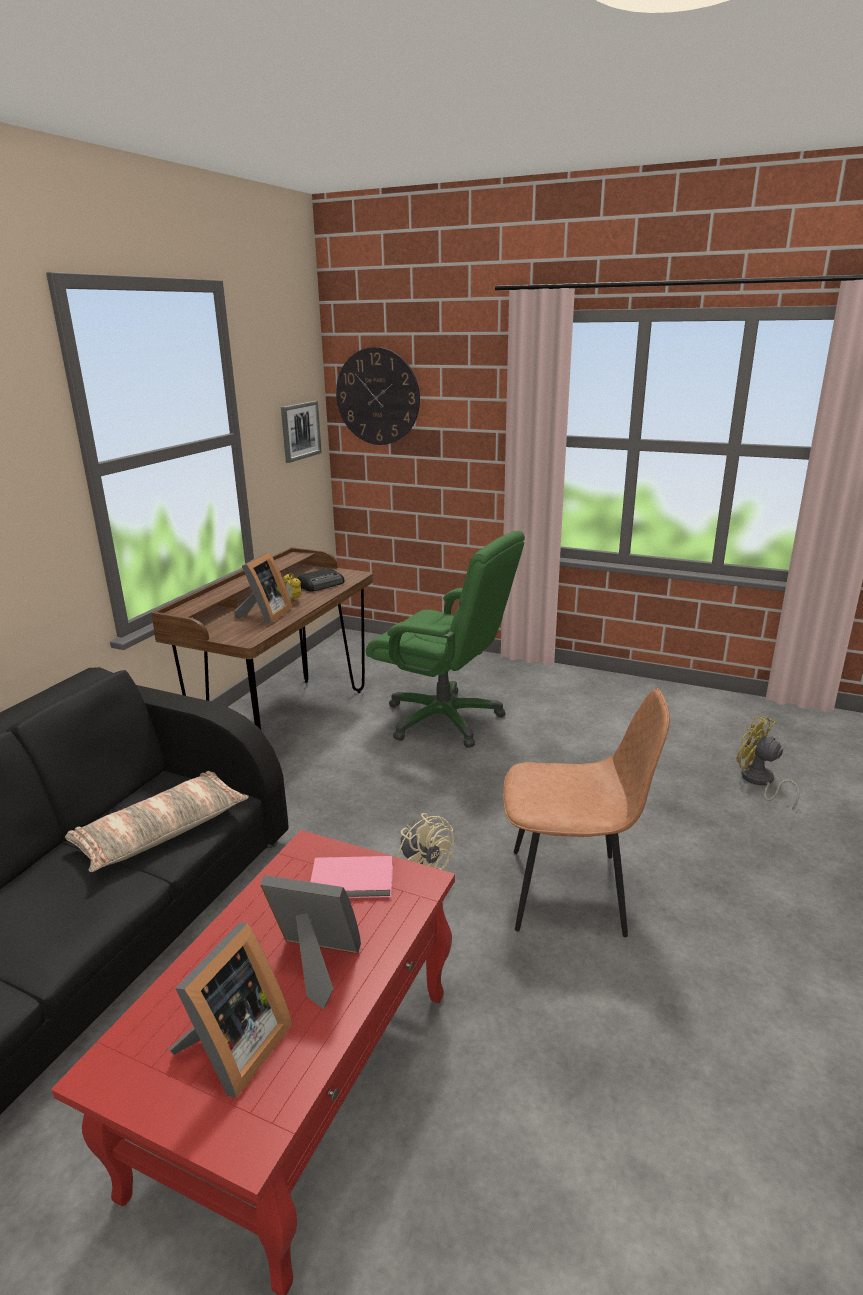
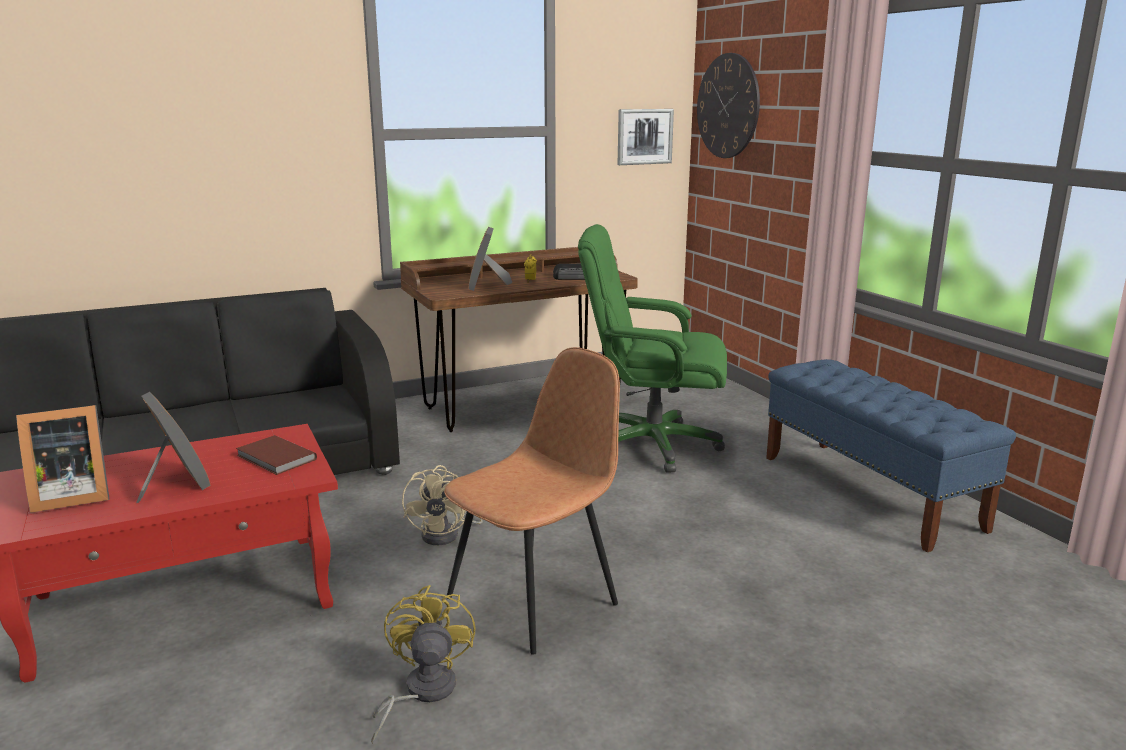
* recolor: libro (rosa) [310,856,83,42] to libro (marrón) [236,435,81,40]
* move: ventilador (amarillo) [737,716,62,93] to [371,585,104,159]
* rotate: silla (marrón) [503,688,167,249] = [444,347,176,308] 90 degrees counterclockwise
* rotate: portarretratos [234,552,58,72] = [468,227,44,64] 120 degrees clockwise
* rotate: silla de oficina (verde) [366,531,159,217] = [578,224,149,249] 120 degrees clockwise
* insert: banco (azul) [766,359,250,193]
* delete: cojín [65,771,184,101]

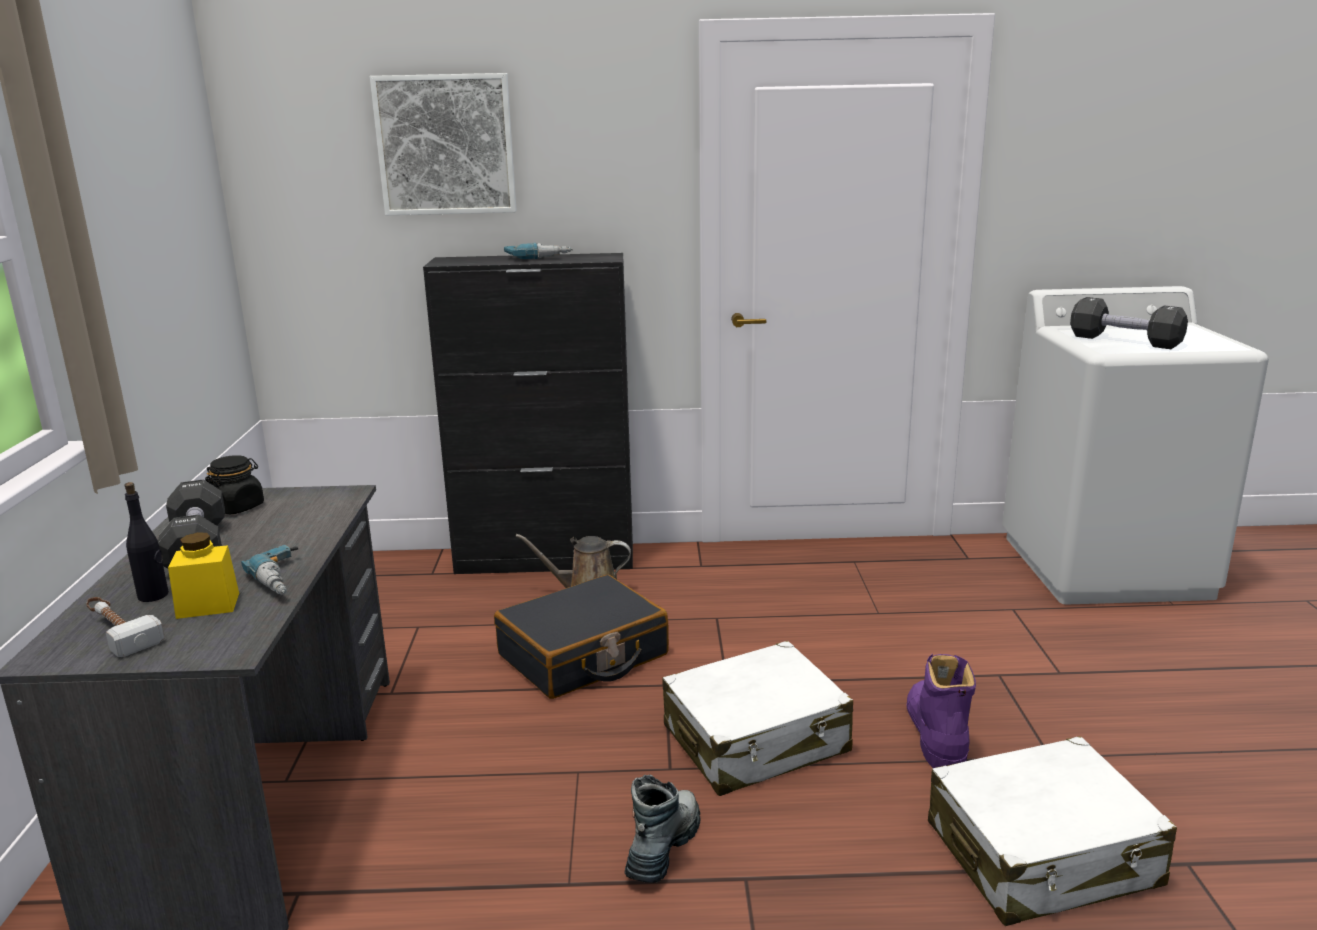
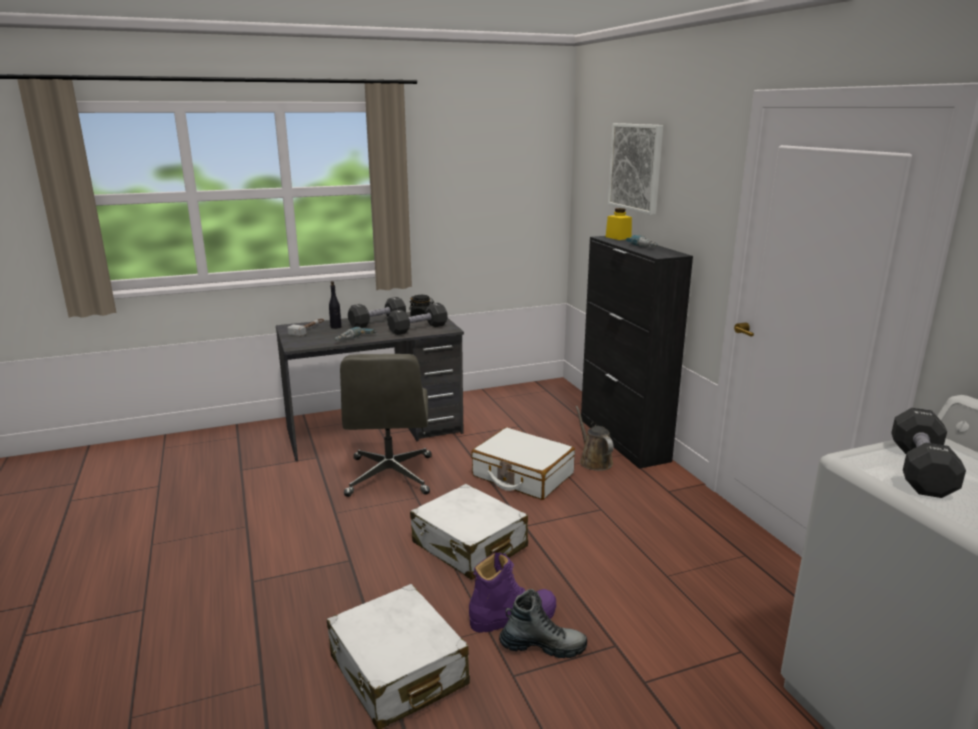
* insert: silla de oficina (gris) [340,354,92,143]
* insert: mancuerna (negro) [388,303,59,32]
* recolor: maleta (negro) [494,575,175,124] to maleta (blanco) [471,427,104,73]
* move: bota [624,775,76,108] to [499,589,88,69]
* move: tarro (amarillo) [168,532,71,87] to [606,208,26,32]

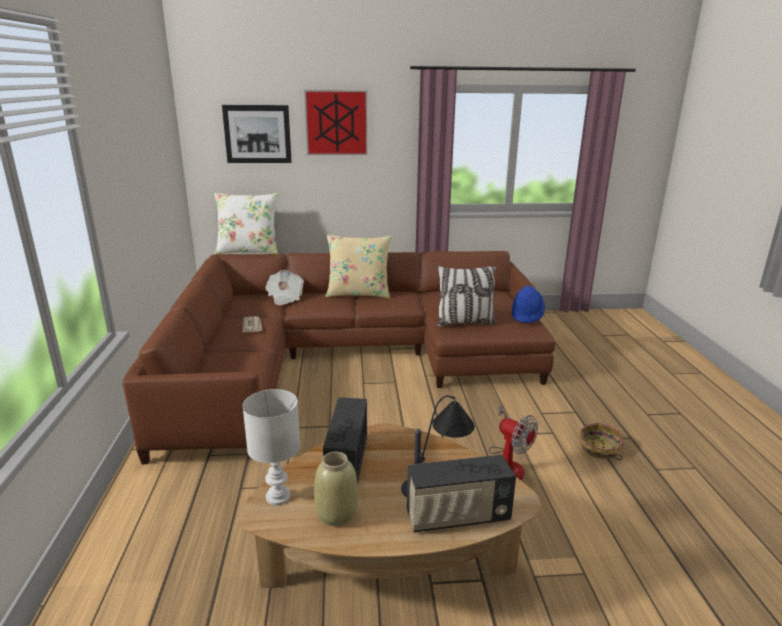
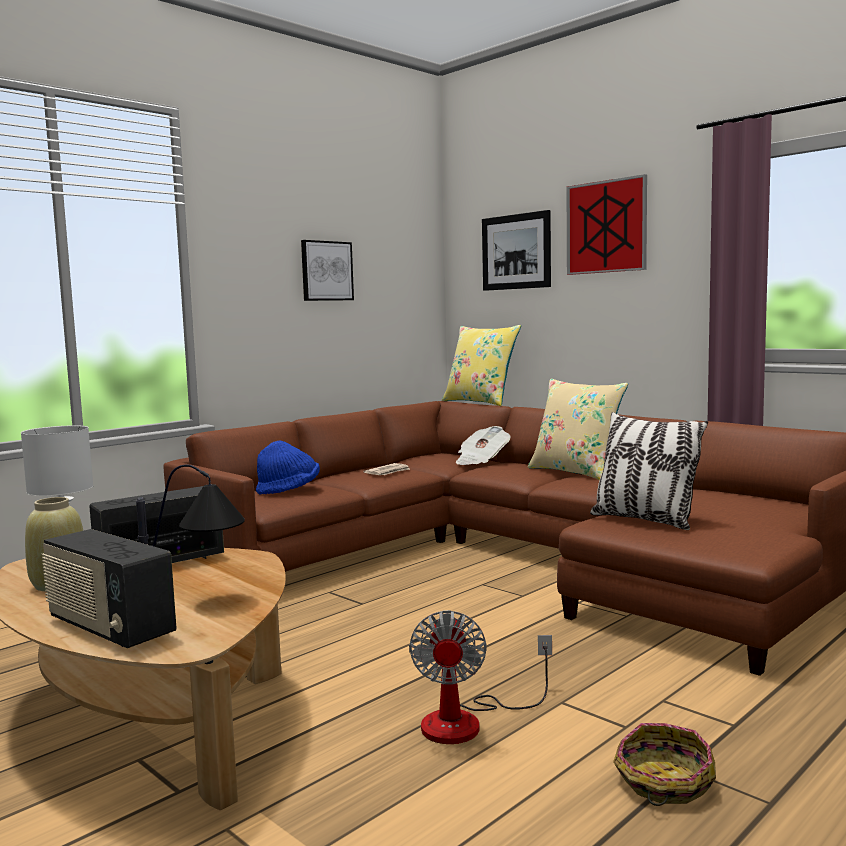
* move: sombrero (azul) [512,286,33,38] to [256,441,64,54]
* insert: cuadro [301,240,53,61]
* recolor: cojín (blanco) [214,192,64,63] to cojín (amarillo) [442,325,79,81]

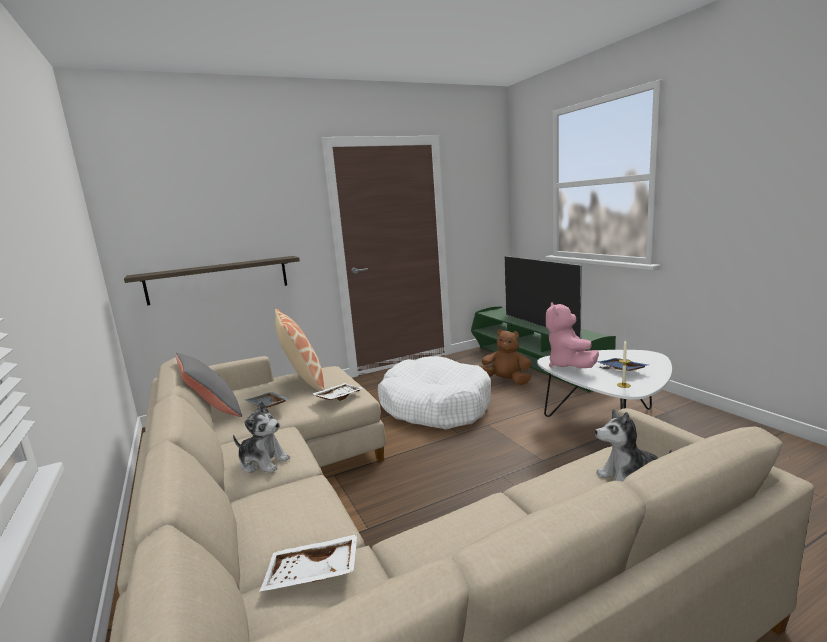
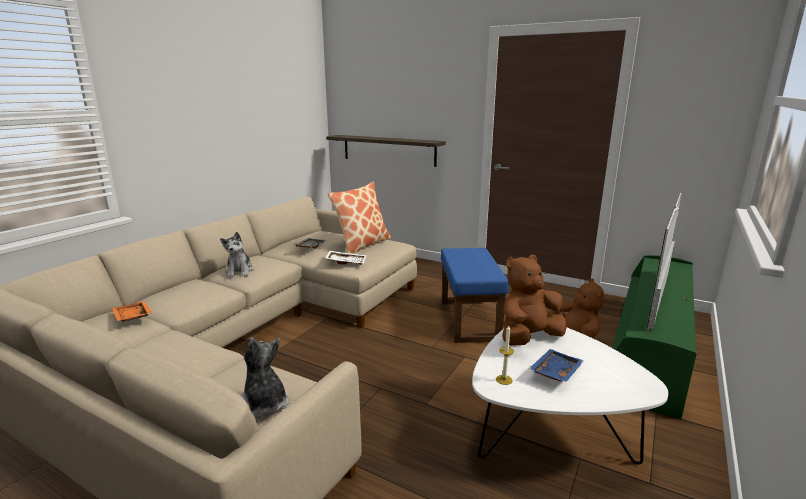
* recolor: bandeja (blanco) [259,534,99,58] to bandeja (naranja) [112,301,40,21]
* replace: cama para perro (blanco) [378,356,113,73] to puf (azul) [441,248,68,95]
* recolor: peluche (rosa) [546,302,53,66] to peluche (marrón) [502,254,64,92]
* delete: cojín (gris) [175,353,67,64]

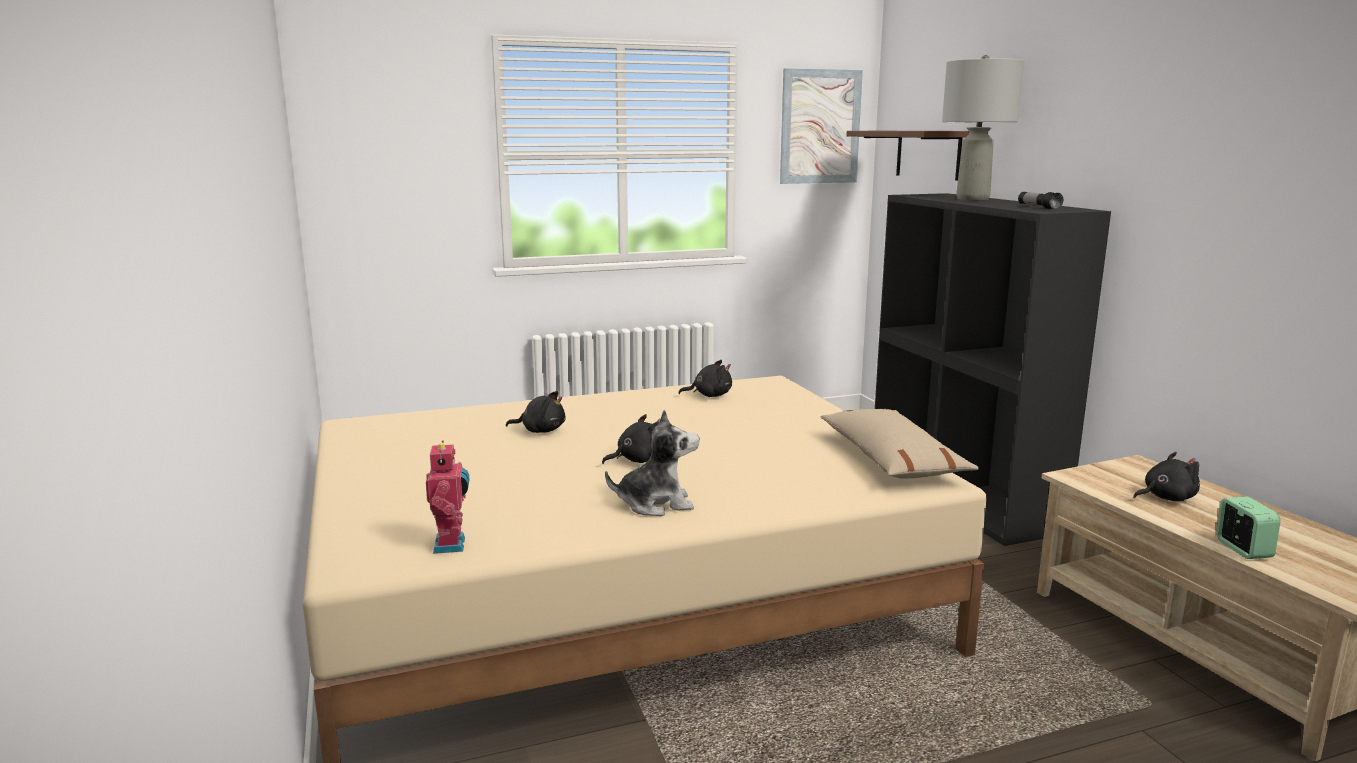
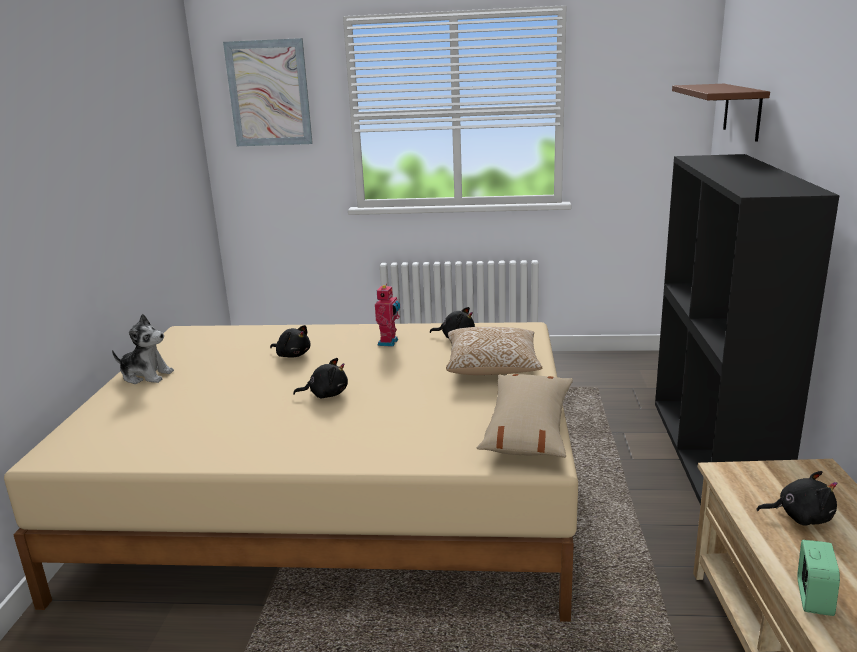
* move: peluche [605,409,95,107] to [112,314,62,70]
* move: cuadro [780,68,83,116] to [223,38,90,108]
* move: robot de juguete [426,440,43,114] to [375,284,25,63]
* insert: cojín [446,327,96,48]
* delete: lámpara de mesa (gris) [942,55,82,145]
* delete: linterna [1018,192,45,18]

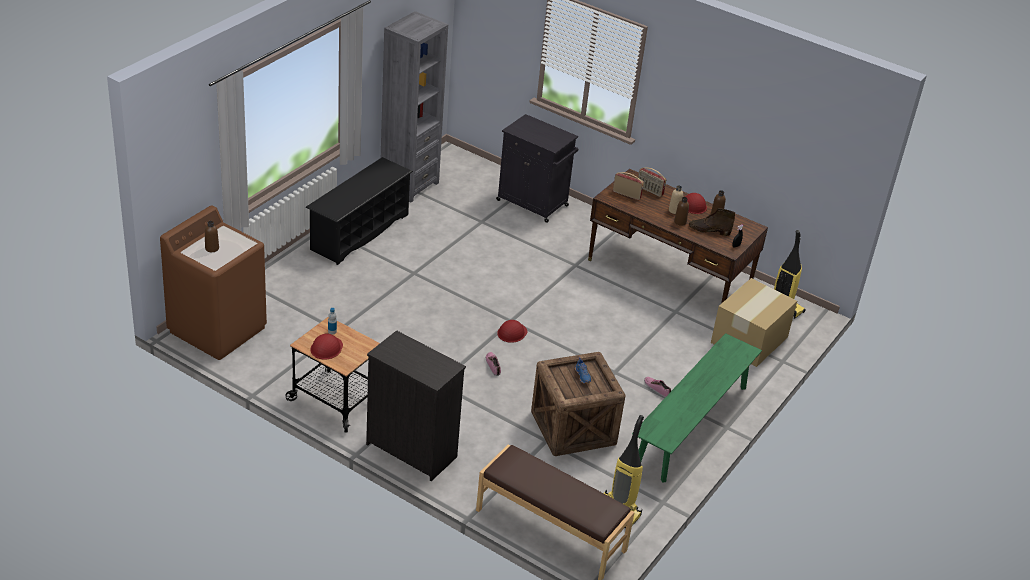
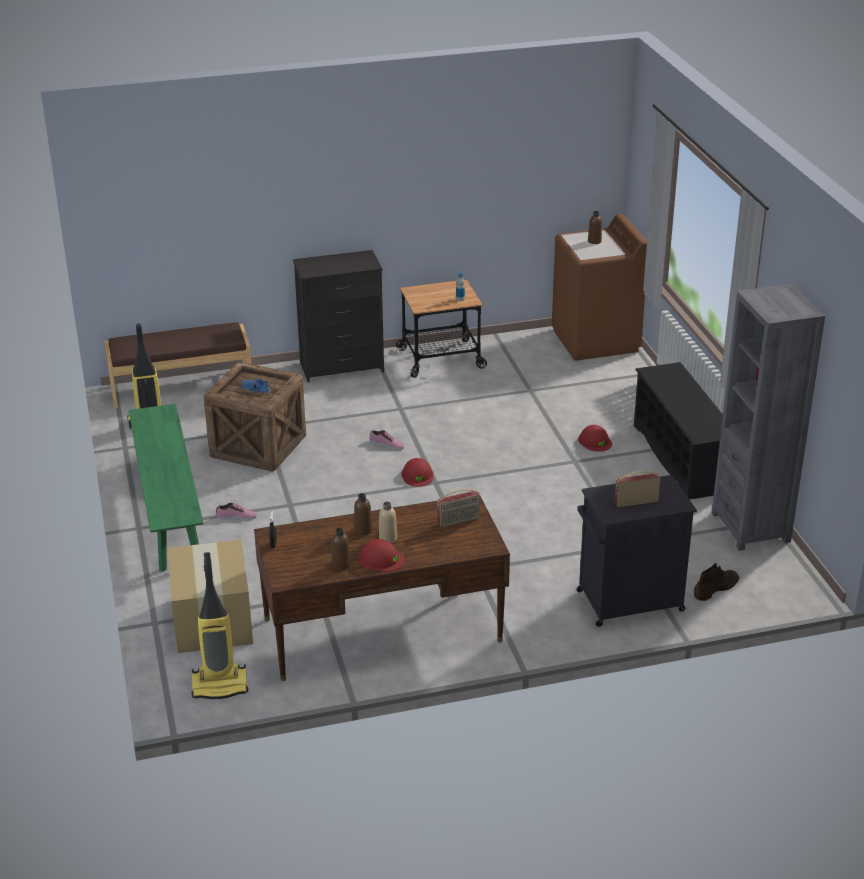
* move: casco (rojo) [310,334,33,26] to [578,425,34,27]
* move: radio [638,167,28,30] to [615,471,45,36]
* move: bota (marrón) [689,208,46,28] to [694,563,45,38]

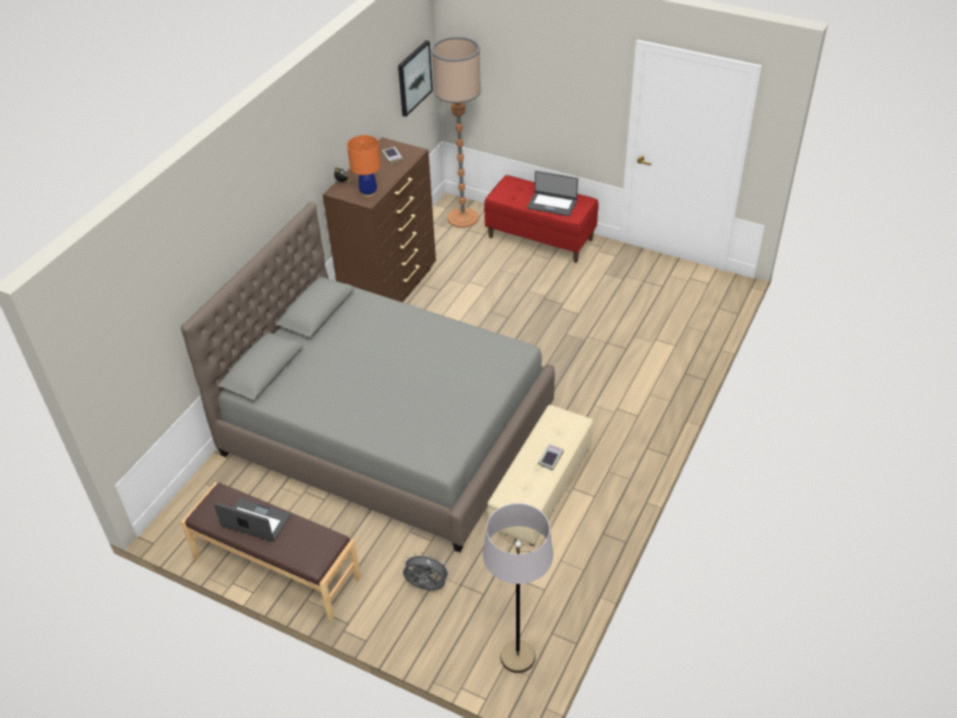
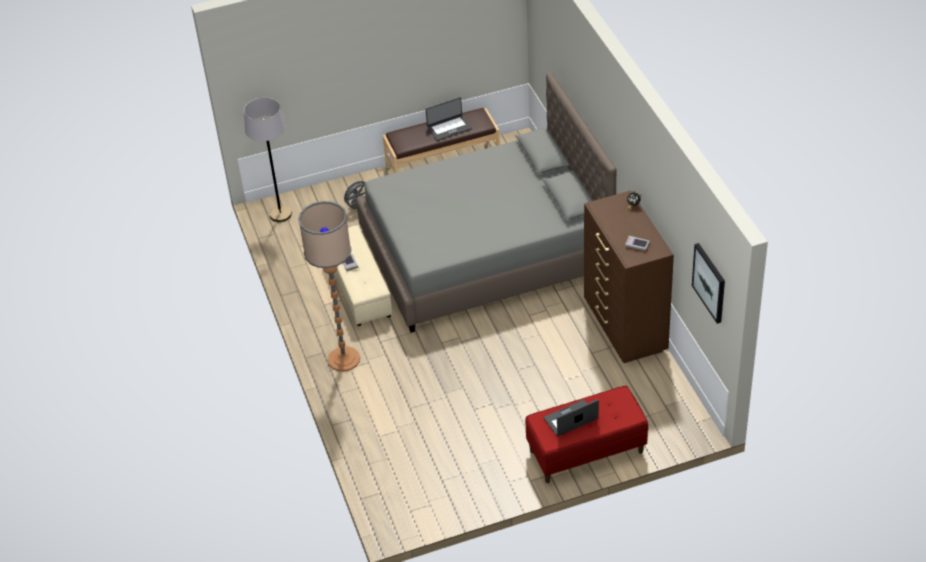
* move: lámpara de pie [431,37,50,191] to [298,201,62,170]
* delete: lámpara de mesa (naranja) [347,135,34,62]

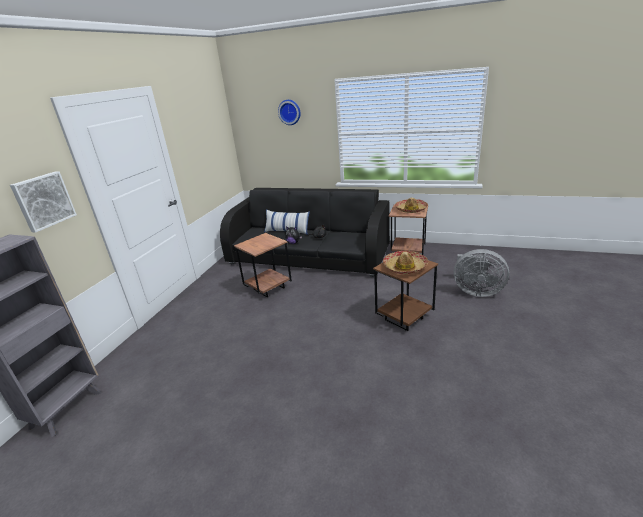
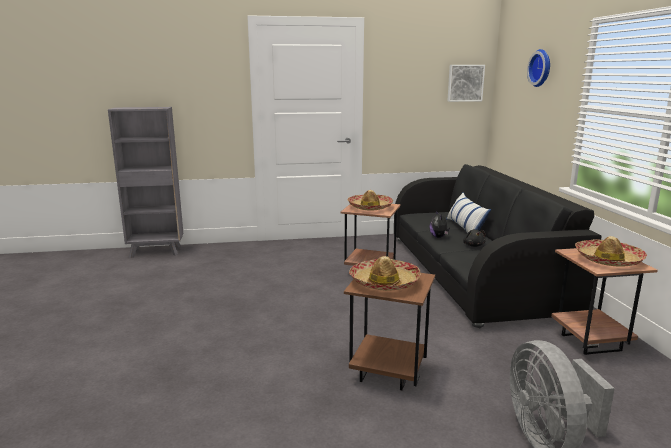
* insert: sombrero [348,190,45,20]
* move: cuadro [10,171,67,62] to [447,65,38,37]

